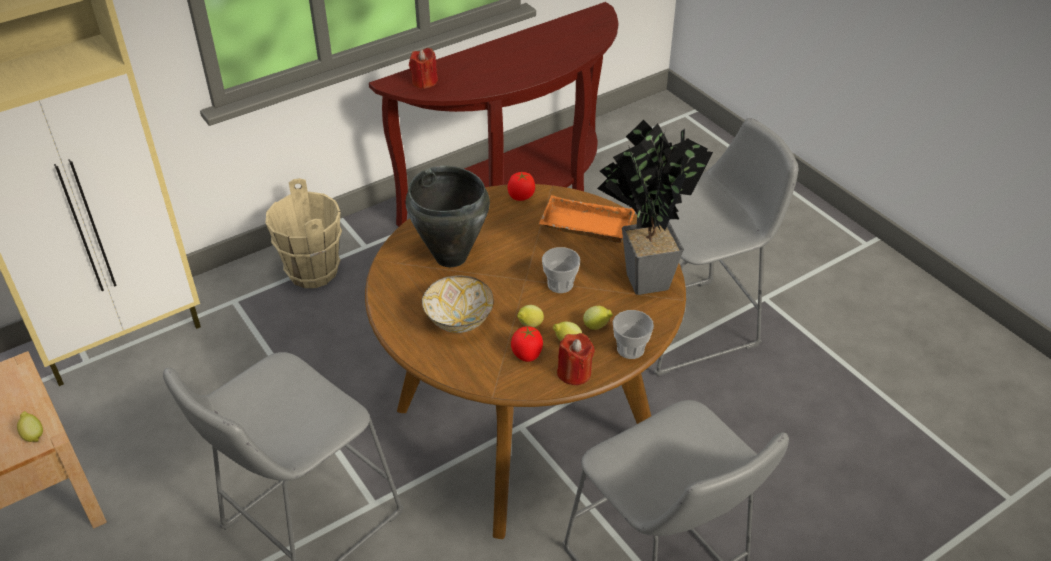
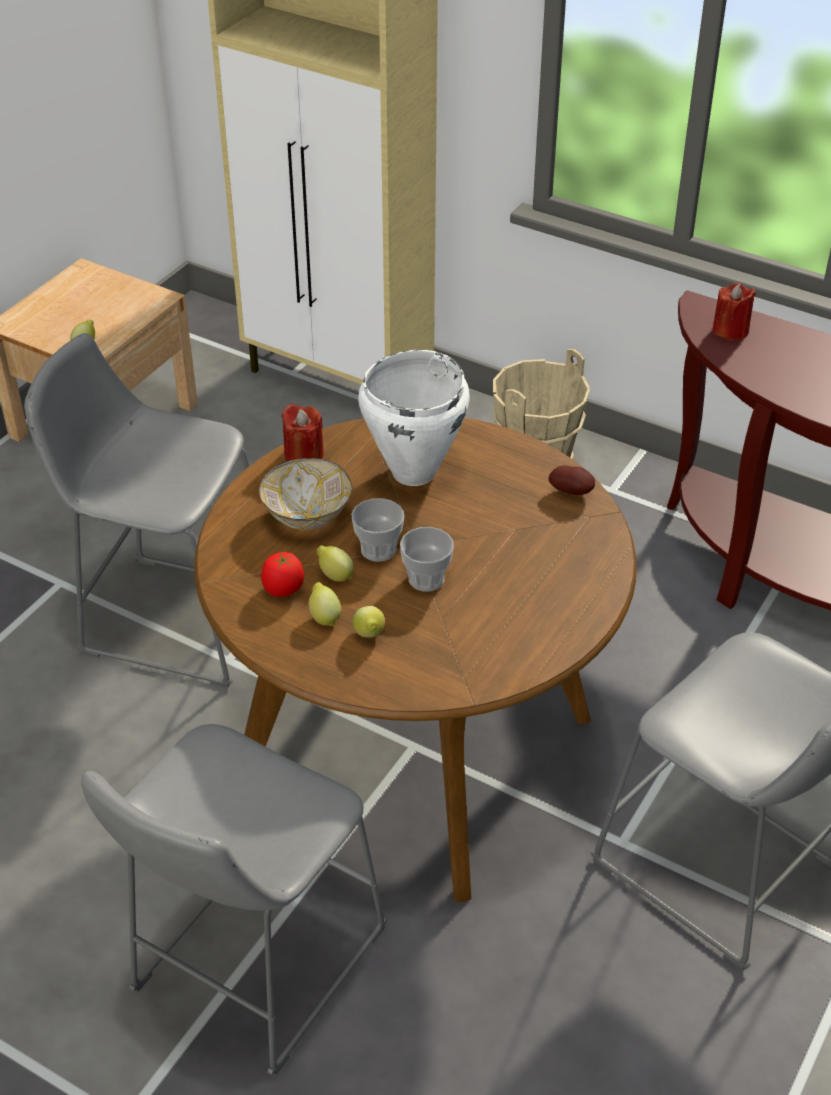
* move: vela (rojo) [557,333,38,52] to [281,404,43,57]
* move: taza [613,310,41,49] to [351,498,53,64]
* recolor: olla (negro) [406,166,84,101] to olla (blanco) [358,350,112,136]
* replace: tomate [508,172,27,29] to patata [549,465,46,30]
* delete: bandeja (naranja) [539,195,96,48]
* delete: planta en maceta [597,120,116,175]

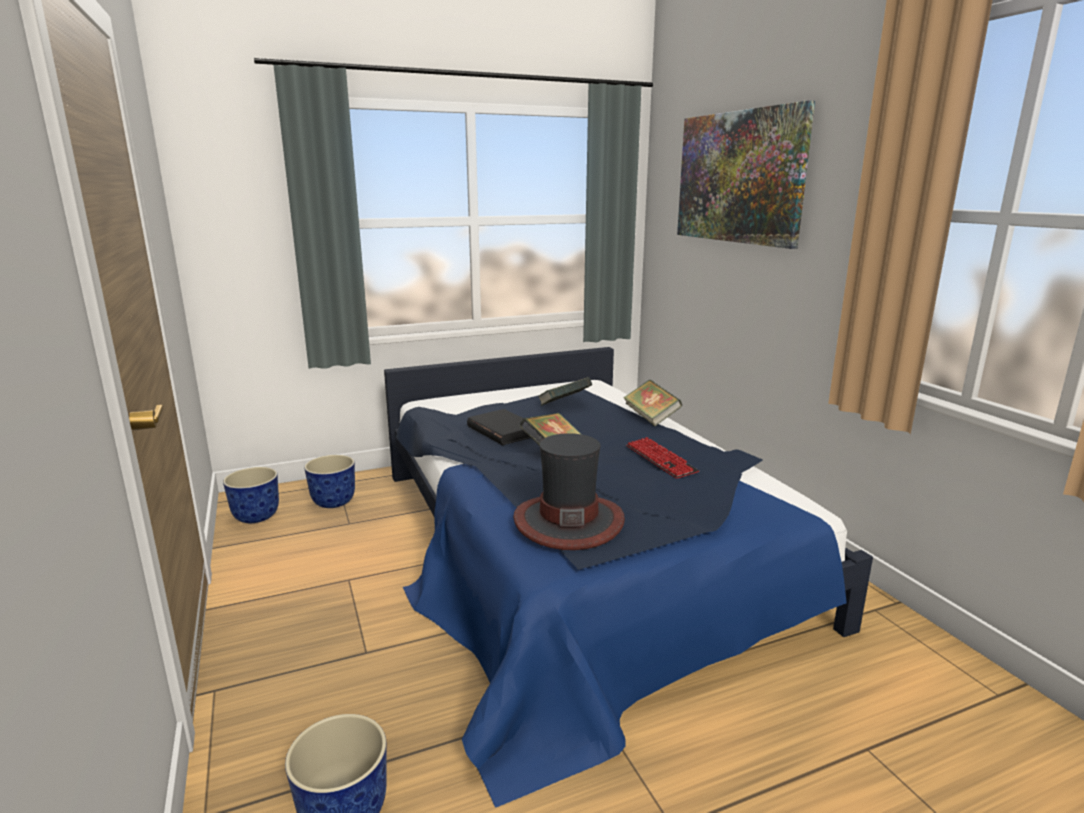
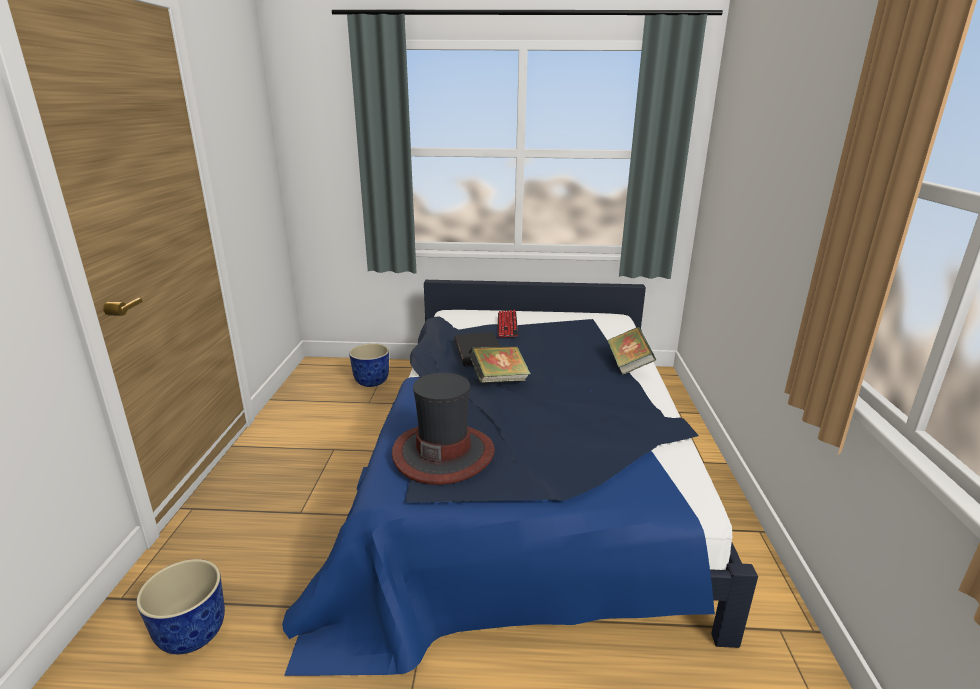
* move: teclado [626,437,73,42] to [498,310,20,27]
* delete: maceta [223,467,56,56]
* delete: libro [537,377,55,29]
* delete: cuadro [677,100,138,149]

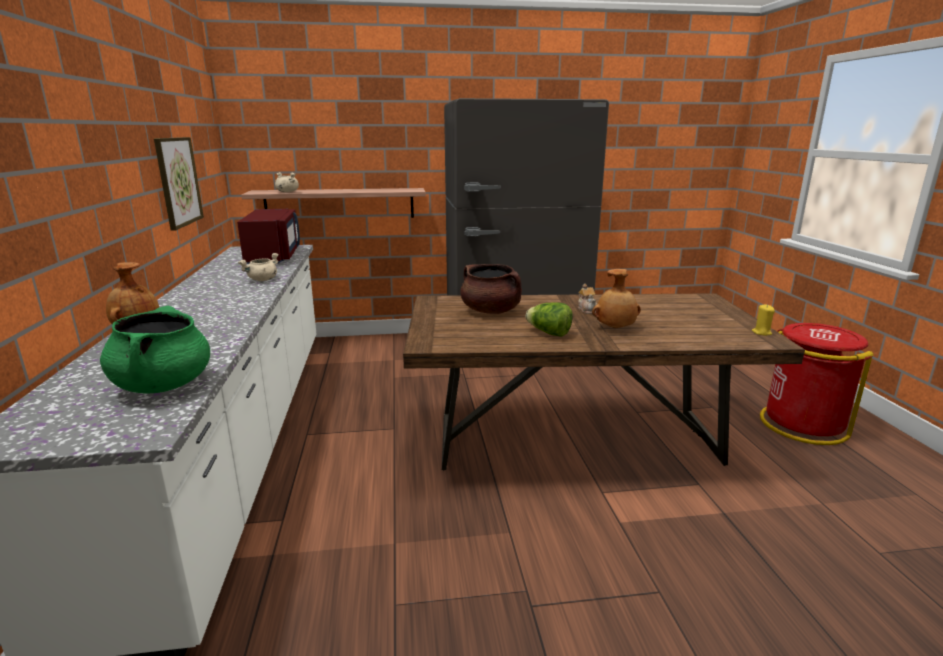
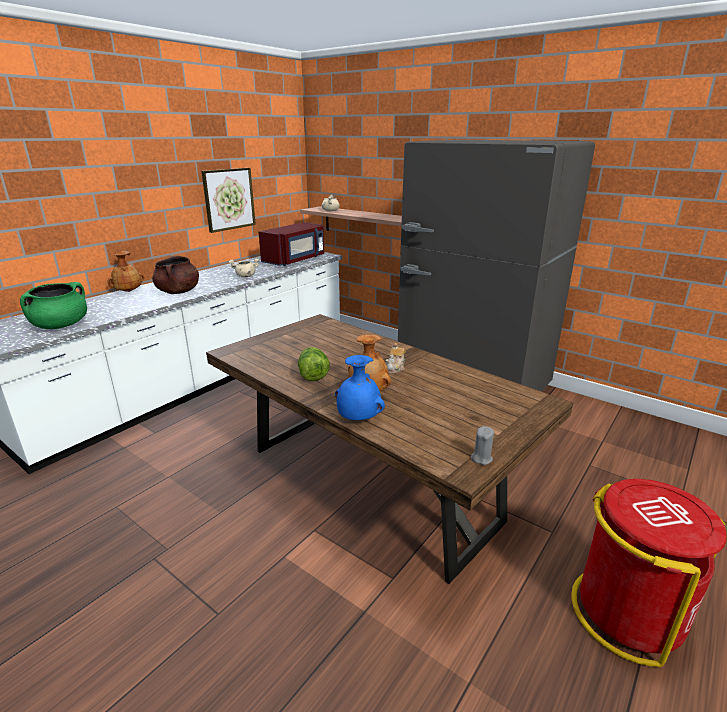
* move: olla (marrón) [460,264,62,50] to [152,255,47,39]
* insert: florero (azul) [335,355,50,65]
* recolor: vela (amarillo) [752,304,23,32] to vela (gris) [471,426,23,39]

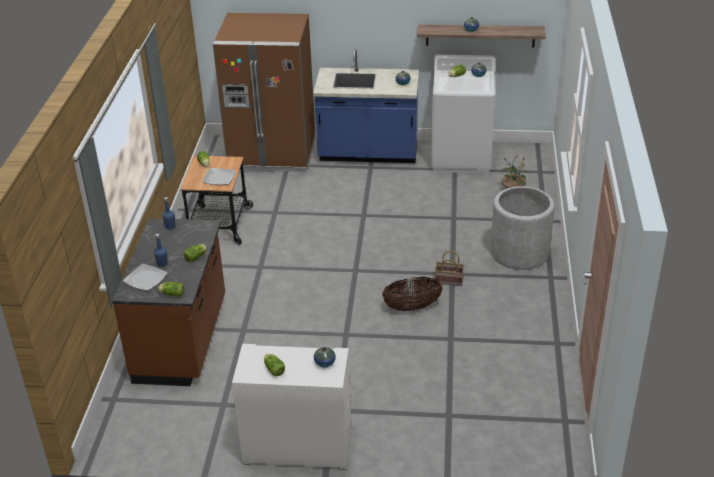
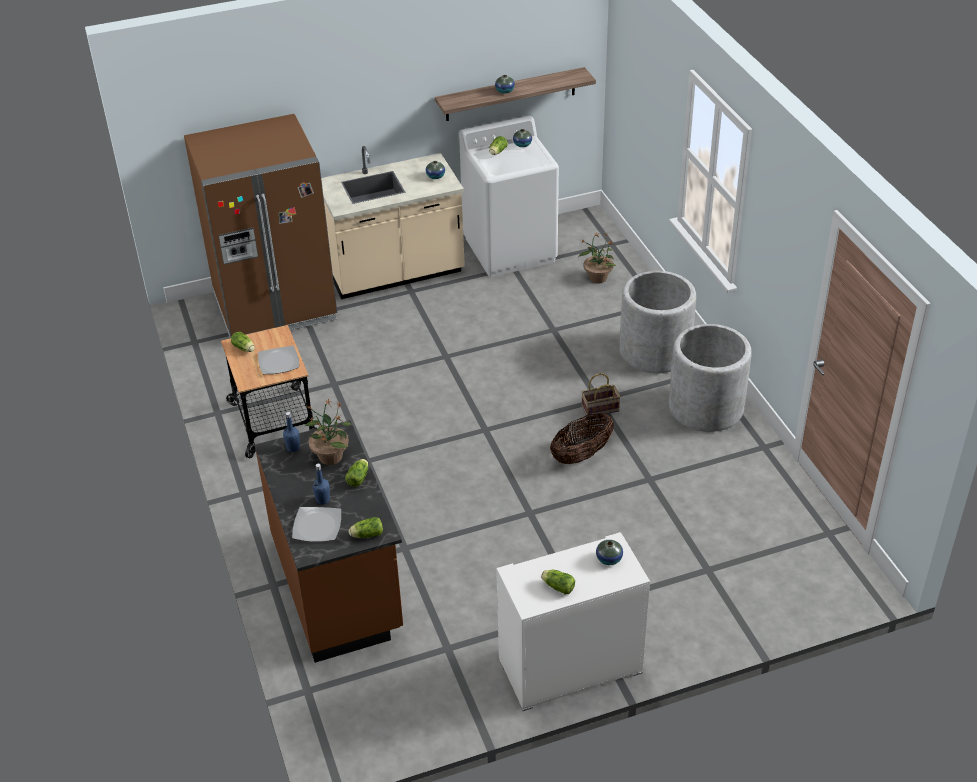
* insert: planta en maceta [304,399,47,66]
* recolor: mueble bajo de cocina (azul) [313,49,106,114] to mueble bajo de cocina (beis) [321,146,144,153]
* insert: maceta (gris) [669,324,83,108]

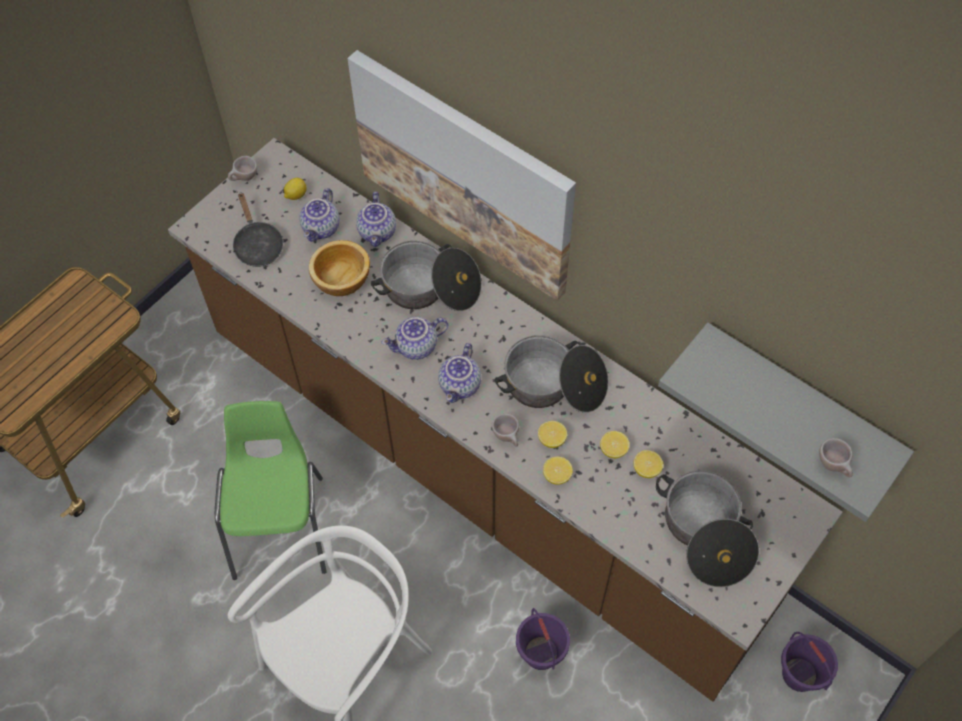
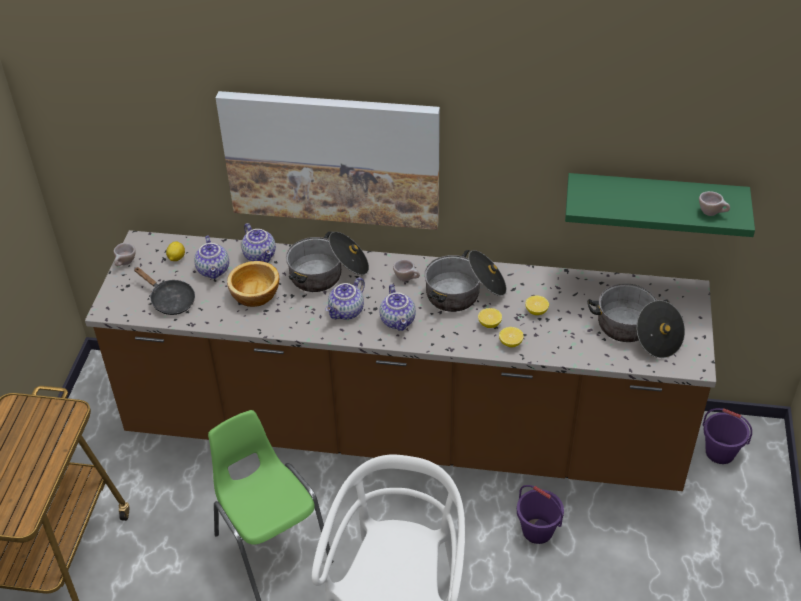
* move: taza (beis) [492,413,27,34] to [393,259,27,23]
* recolor: estante (gris) [658,323,256,199] to estante (verde) [565,173,190,64]
* delete: limón [633,450,30,28]

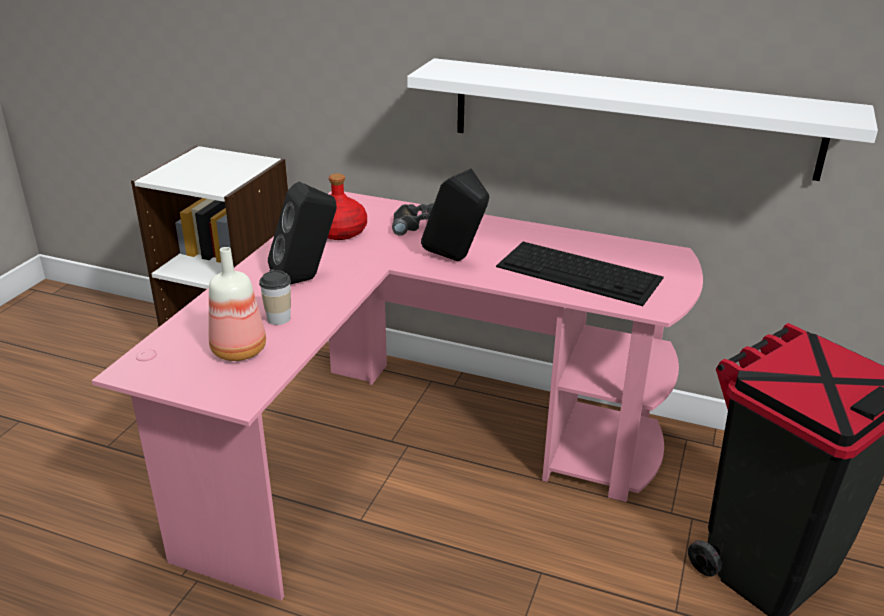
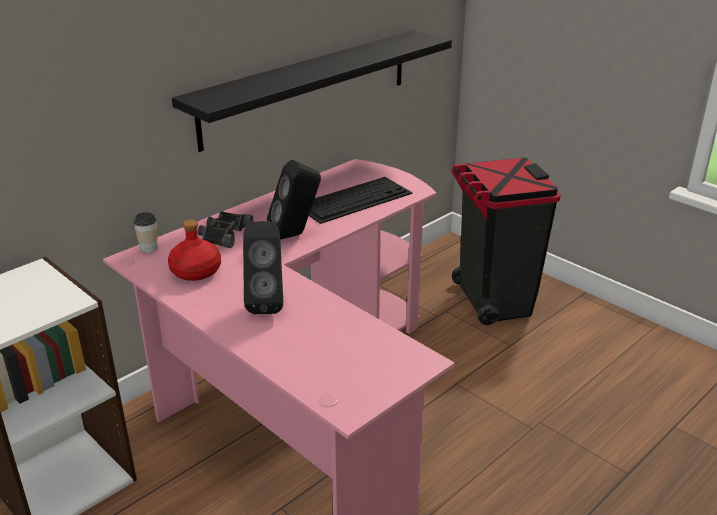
* move: taza [259,270,32,55] to [133,212,25,41]
* recolor: estante (blanco) [407,58,471,123] to estante (negro) [172,30,280,122]
* delete: botella [209,247,57,114]

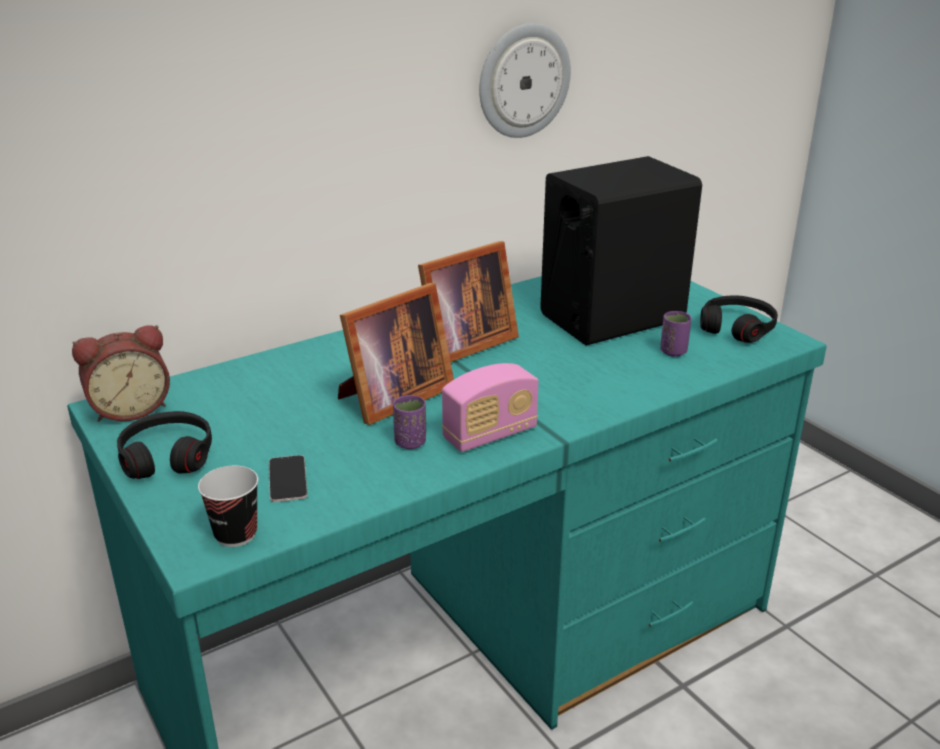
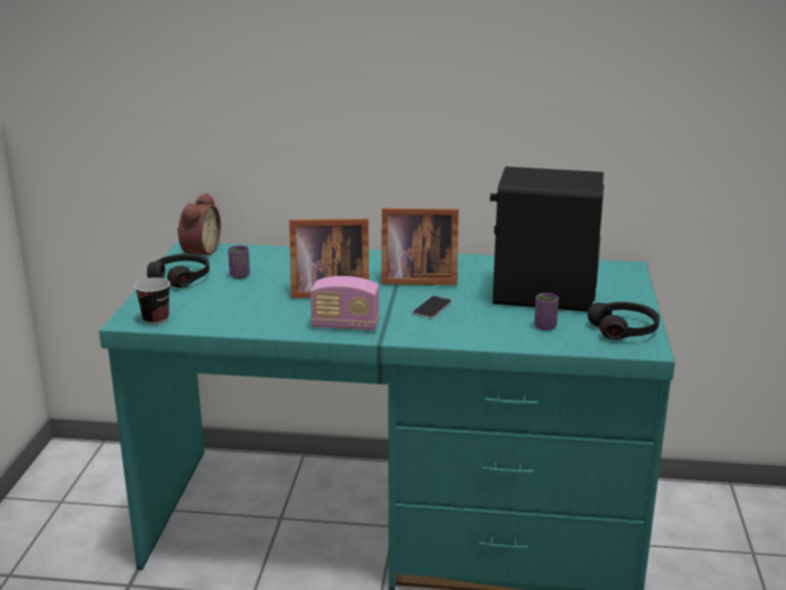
* rotate: despertador [72,325,98,97] = [177,193,44,62] 90 degrees counterclockwise
* move: taza (morado) [393,395,33,54] to [228,245,22,34]
* move: móvil [269,455,39,47] to [413,296,39,22]
* delete: reloj de pared [479,23,92,115]

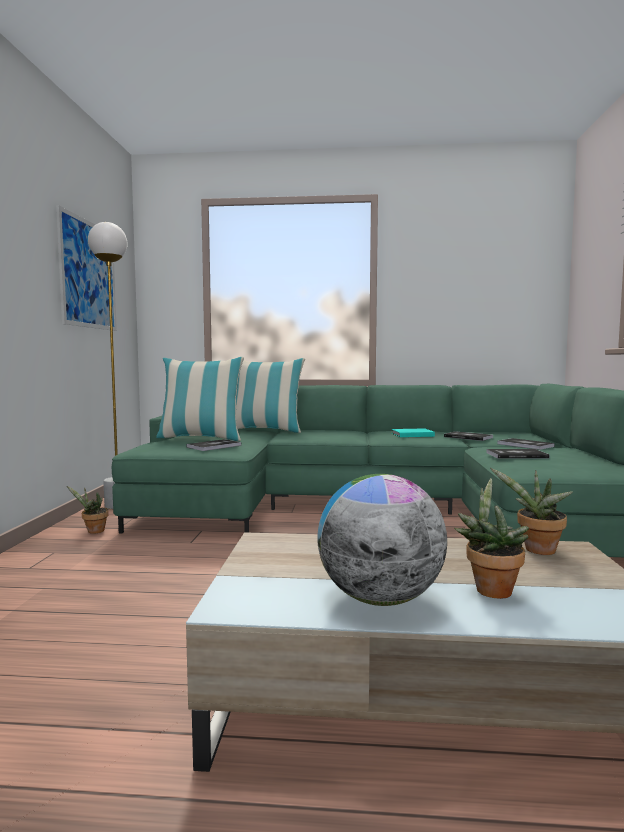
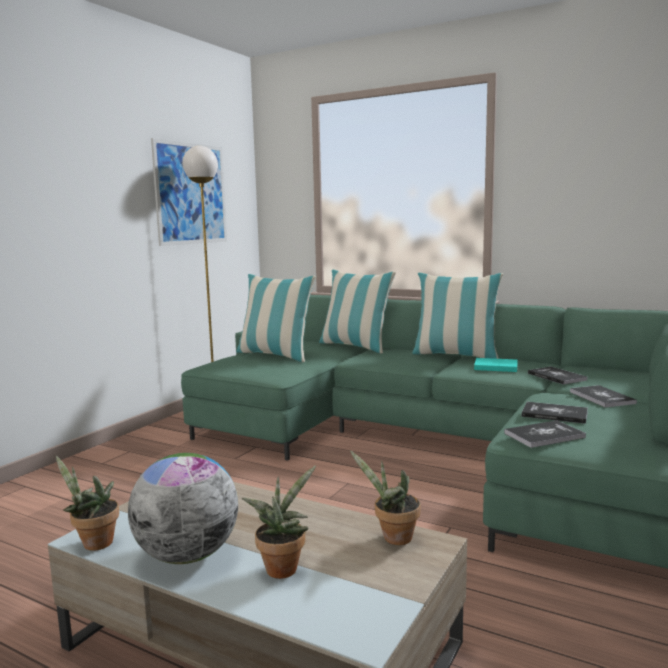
* move: planta en maceta [67,486,42,48] to [56,456,63,95]
* insert: cojín [412,273,91,86]
* move: libro [187,439,55,12] to [504,420,82,28]

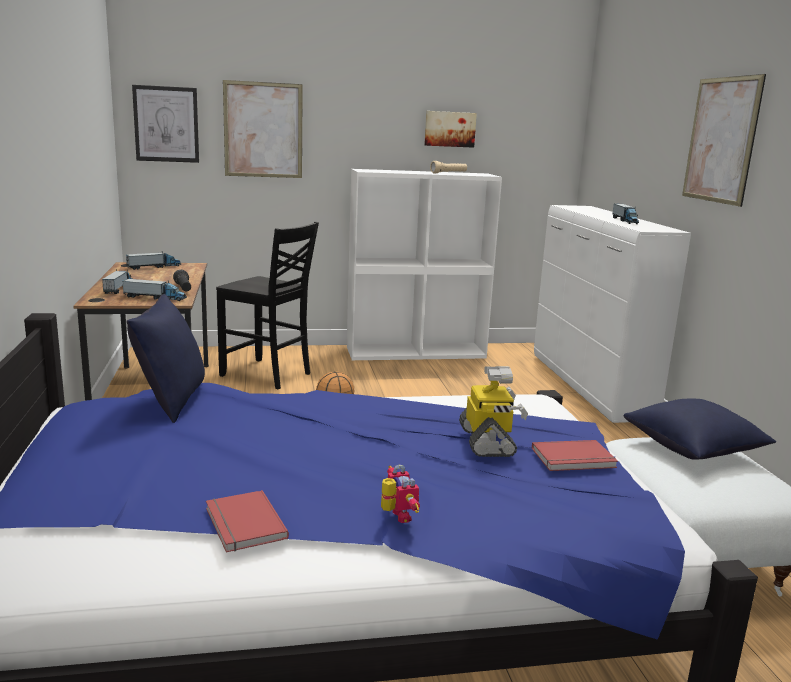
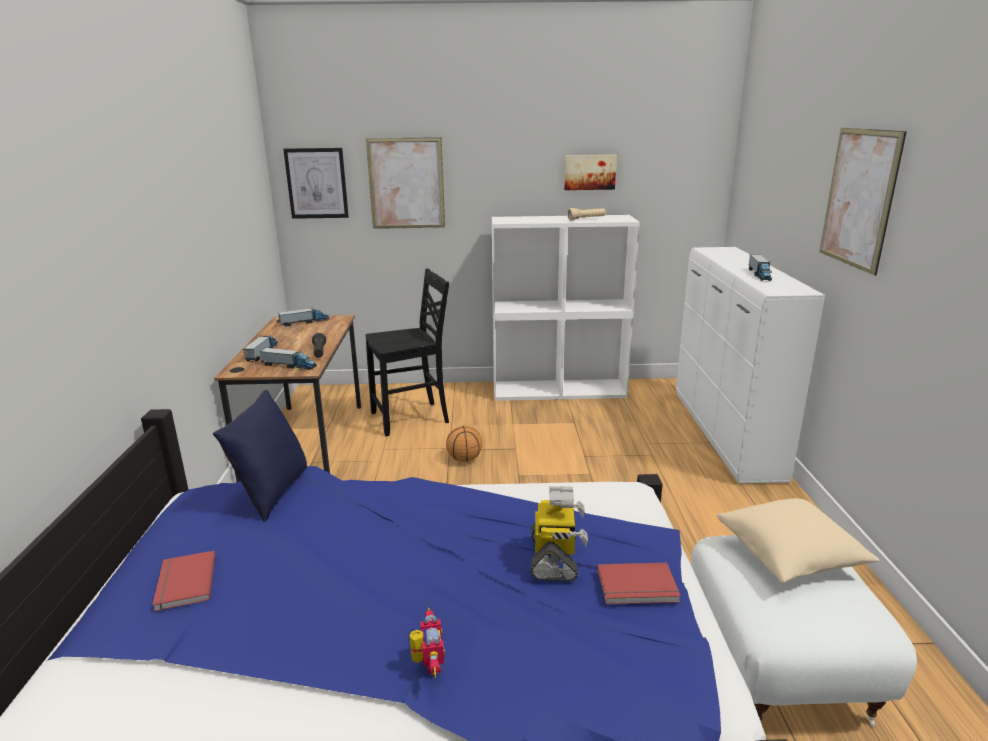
* move: libro (rojo) [206,490,83,62] to [152,551,64,60]
* rotate: silla (negro) [216,222,103,167] = [365,269,84,167] 60 degrees counterclockwise
* recolor: cojín (azul) [623,399,153,61] to cojín (beis) [717,498,163,85]

